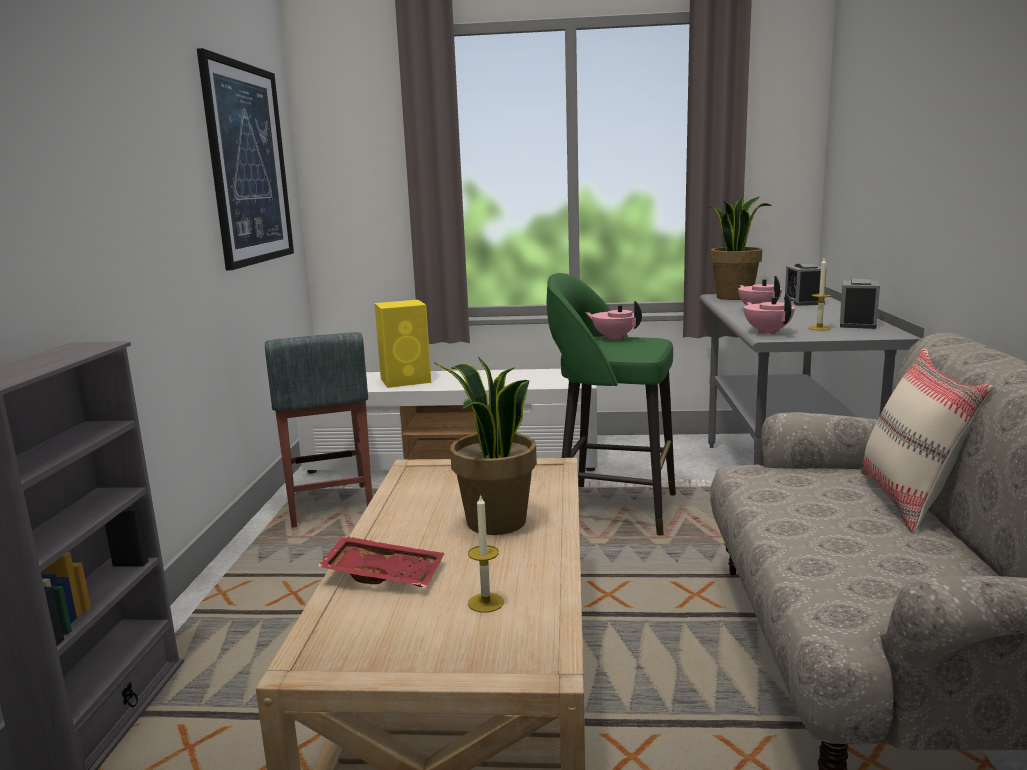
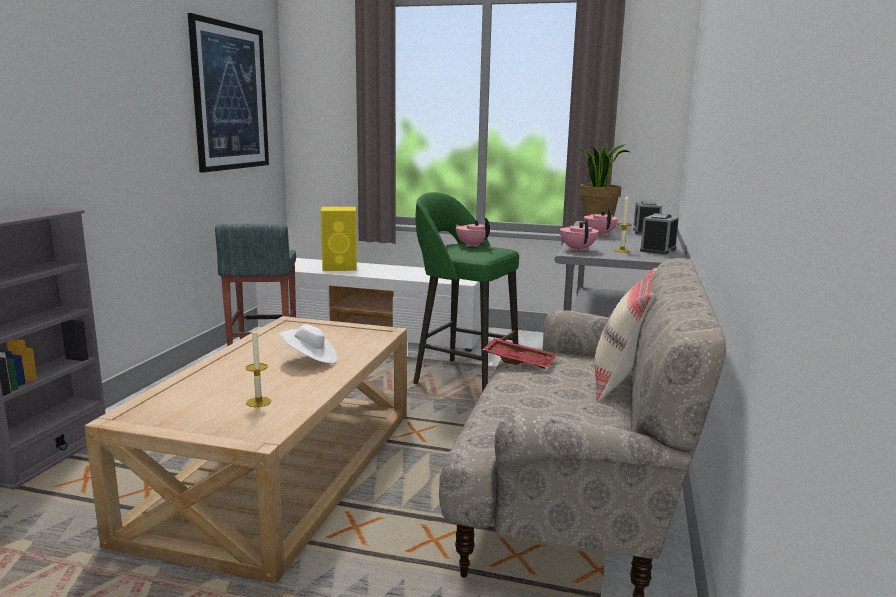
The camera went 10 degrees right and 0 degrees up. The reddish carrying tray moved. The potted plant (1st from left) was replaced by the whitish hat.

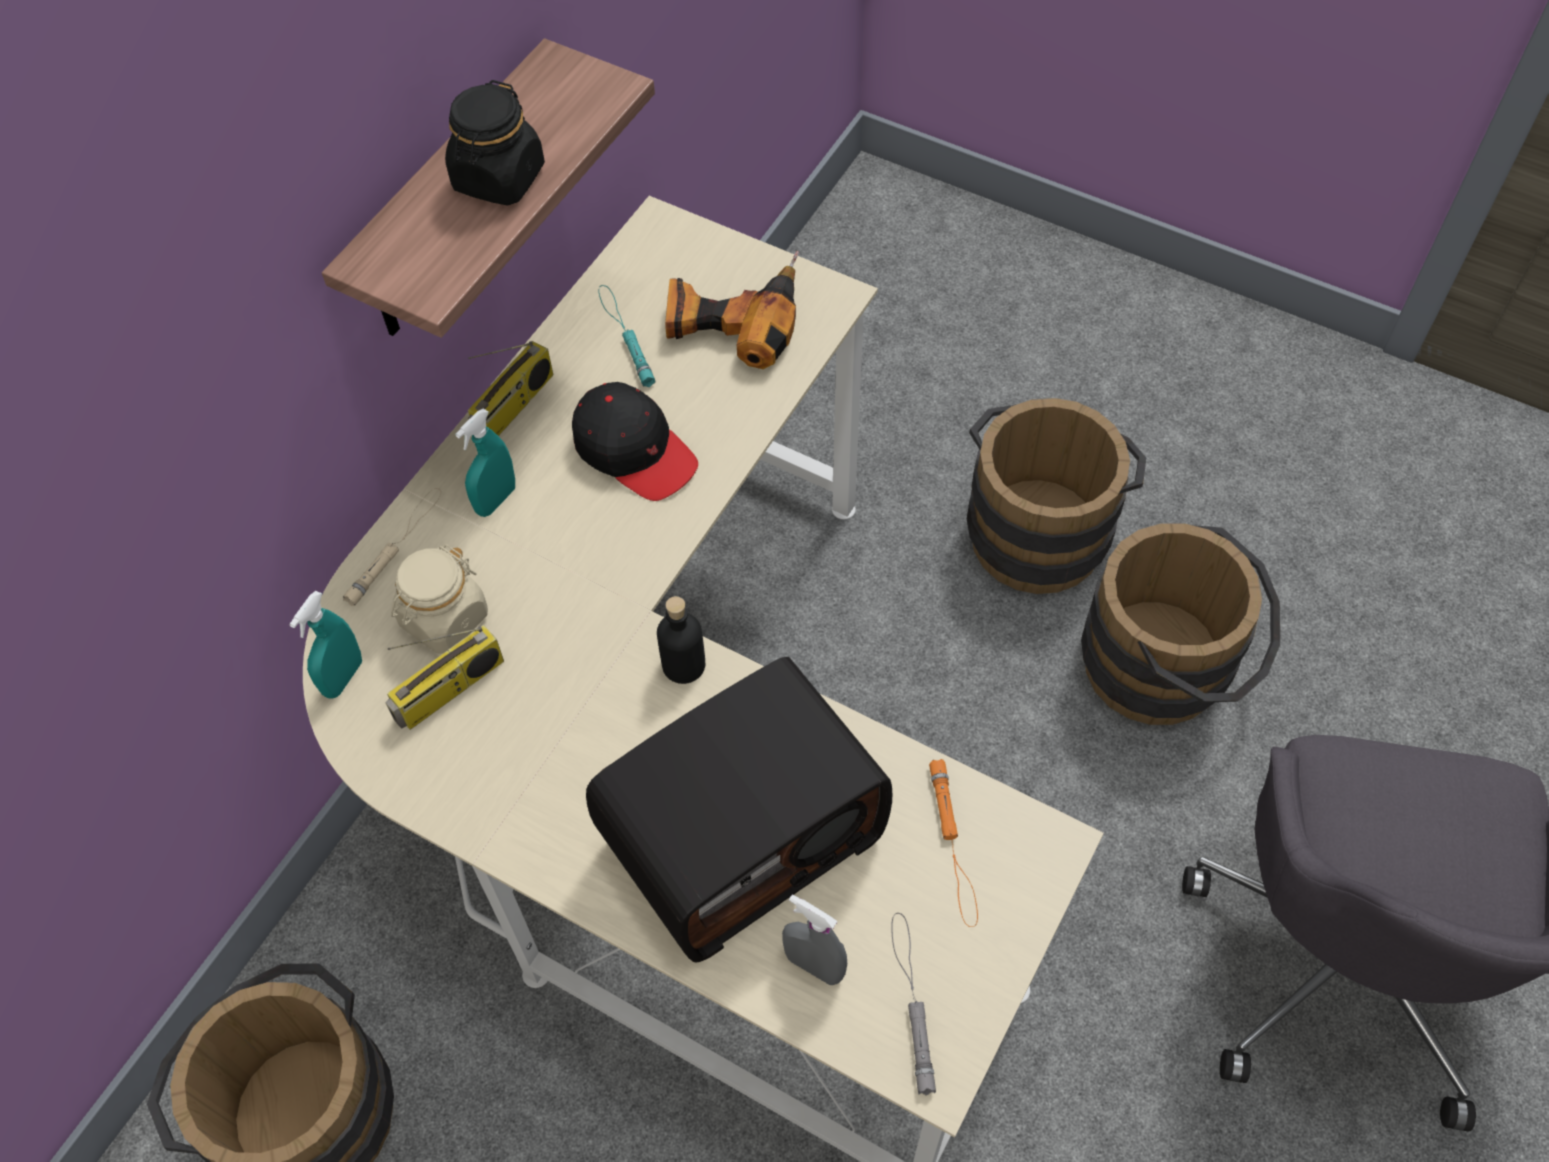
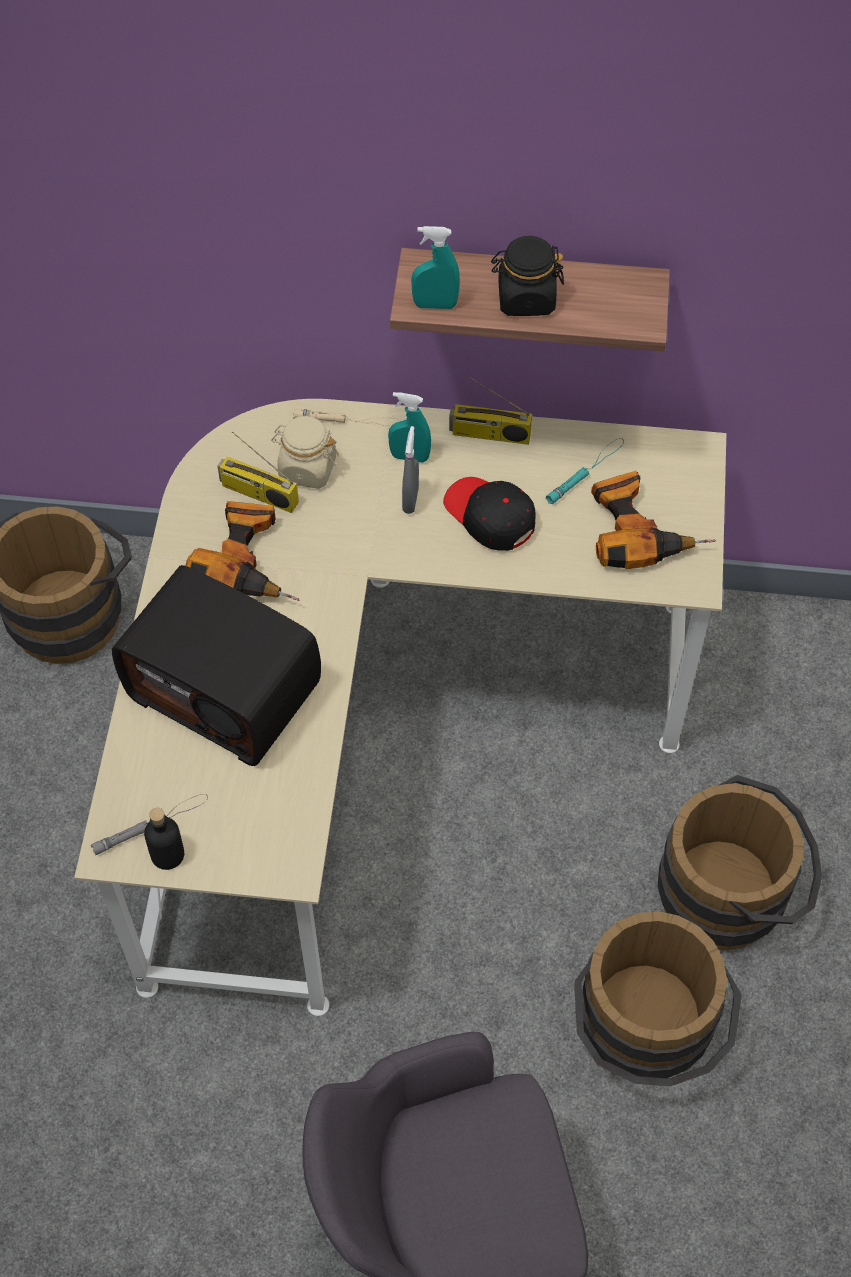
The camera went 65 degrees right and 0 degrees up. The turquoise spray bottle (1st from left in the first image) moved. The blackish baseball cap turned 120 degrees clockwise. The blackish drink bottle moved. The gray spray bottle moved. The orange hand torch disappeared. The power drill (1st from left) appeared.

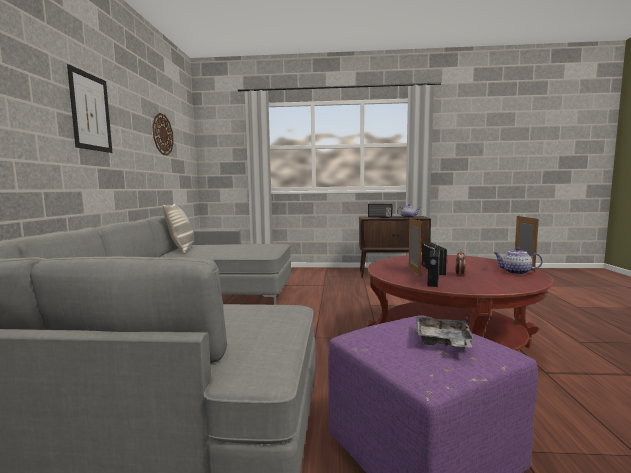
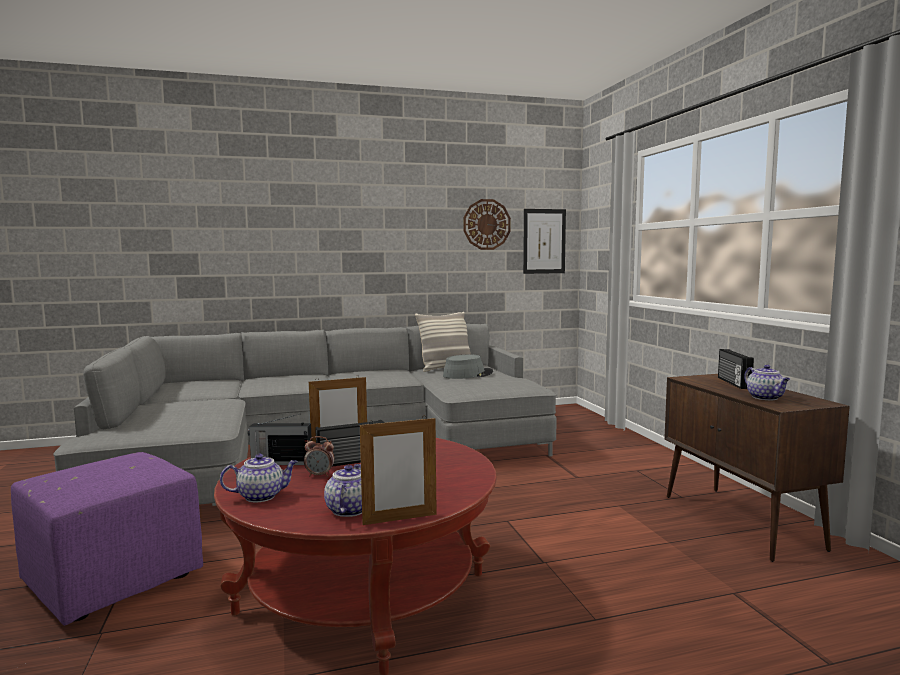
The camera went 70 degrees right and 0 degrees up. The wall picture moved. The gray carrying tray disappeared. The teapot (1st from left) appeared. The gray hat appeared.

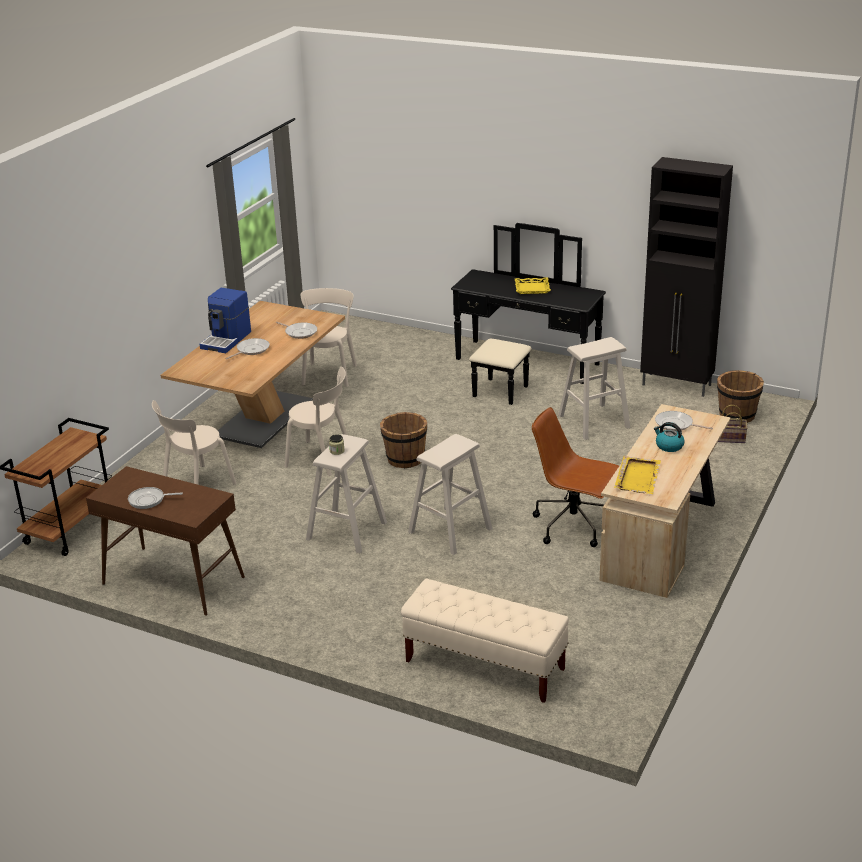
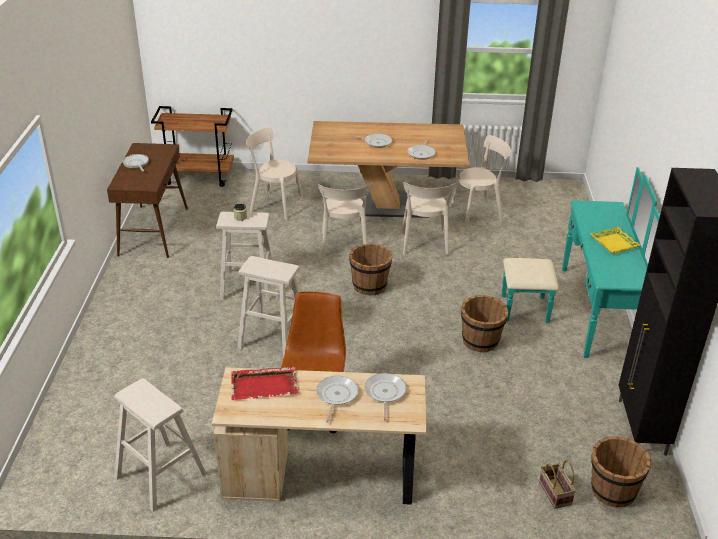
The camera went 65 degrees right and 5 degrees up. The coffee maker disappeared. The sand-coloured long seat disappeared. The blackish drawer chest became the turquoise drawer chest. The sand-coloured sitting stool (3rd from left in the first image) moved. The yellow-coloured carrying tray (2nd from left) became the reddish carrying tray. The tea kettle was replaced by the skillet (2nd from left). The sand-coloured chair (3rd from left) appeared. The brown-coloured bucket (2nd from left) appeared.

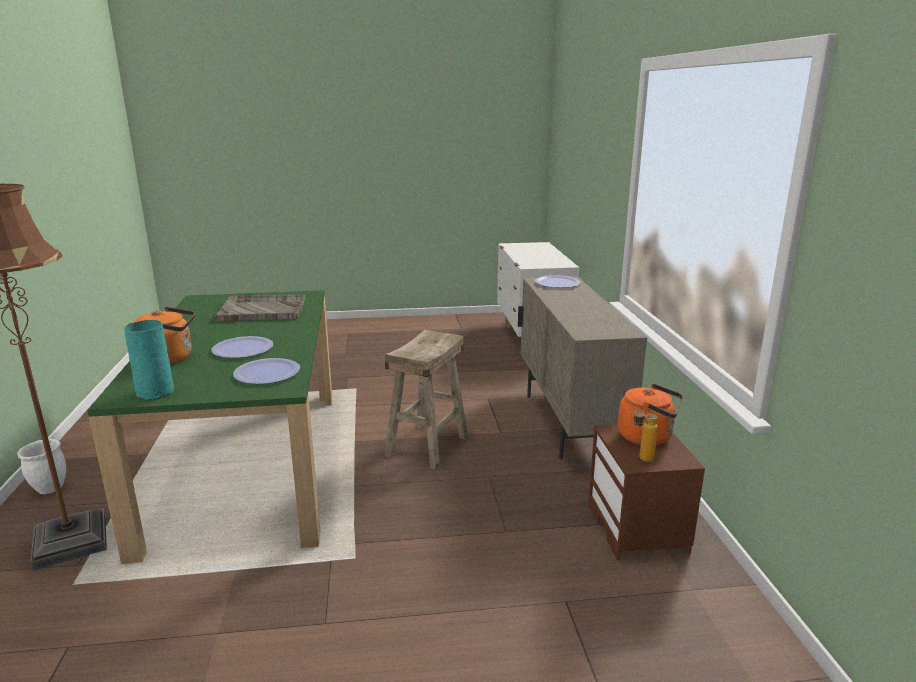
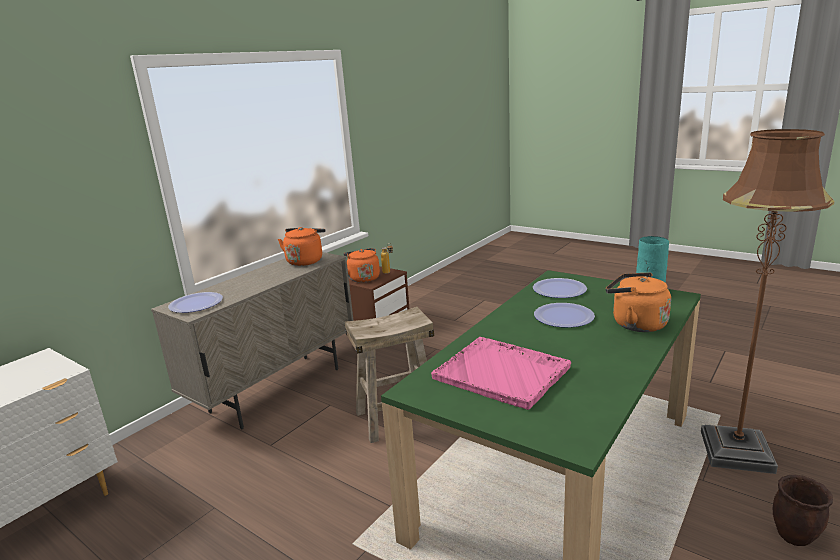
The camera went 135 degrees left and 0 degrees up. The whitish planter became the brown-coloured planter. The gray carrying tray became the pink-coloured carrying tray. The orange tea kettle (1st from left) appeared.

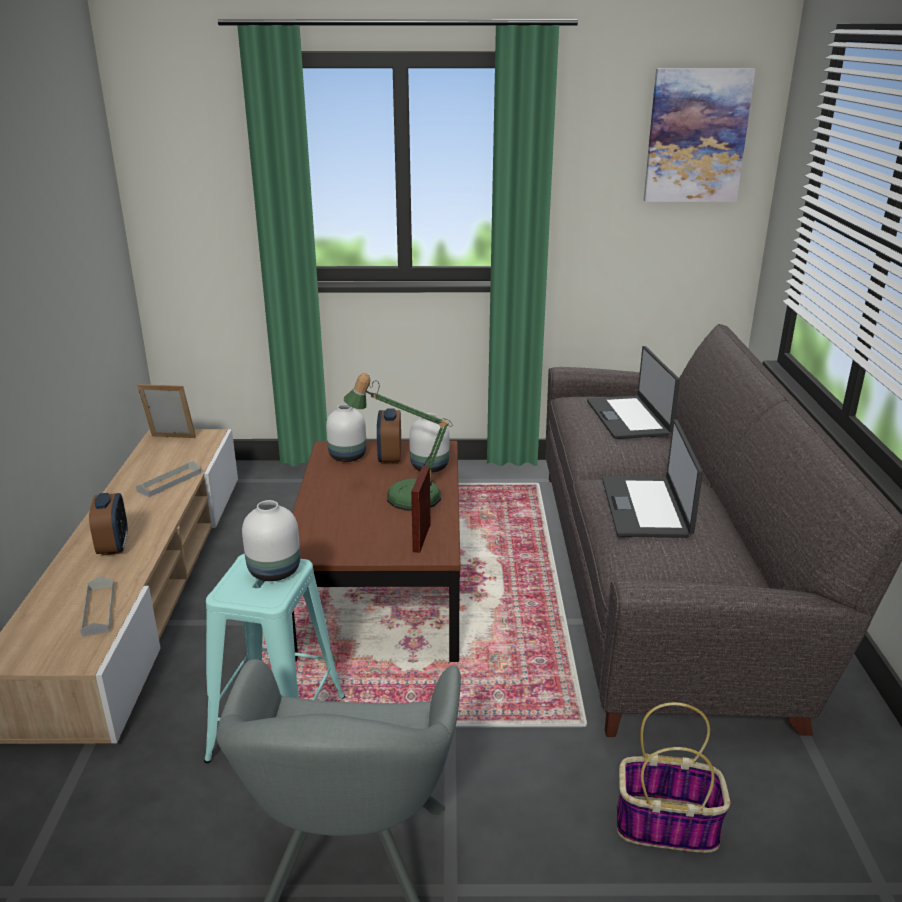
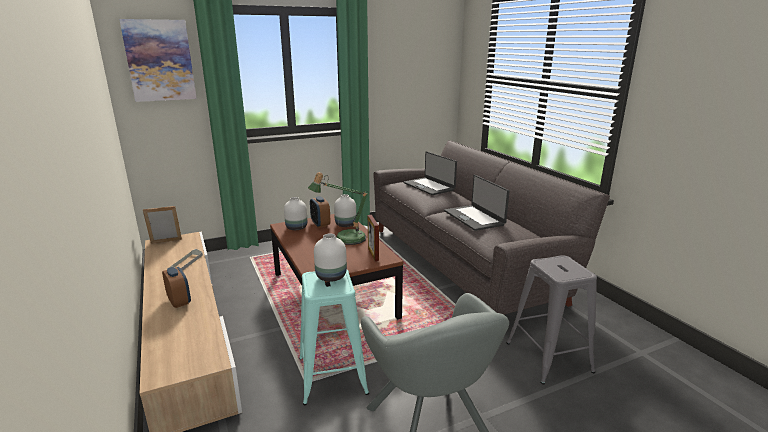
The camera went 25 degrees left and 5 degrees down. The gray carrying tray (1st from left) disappeared. The basket was replaced by the gray sitting stool. The wall picture moved.

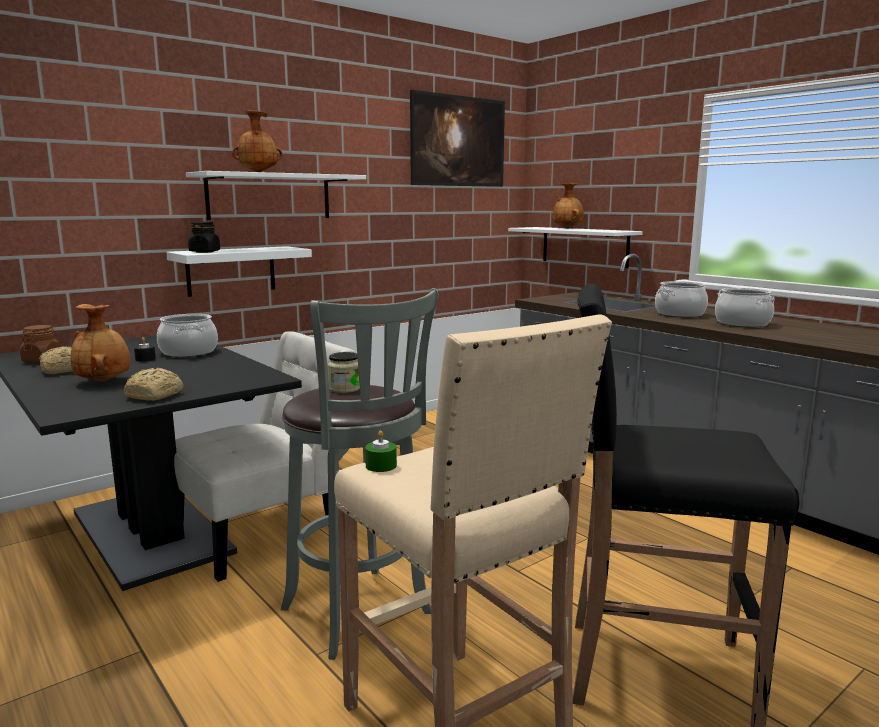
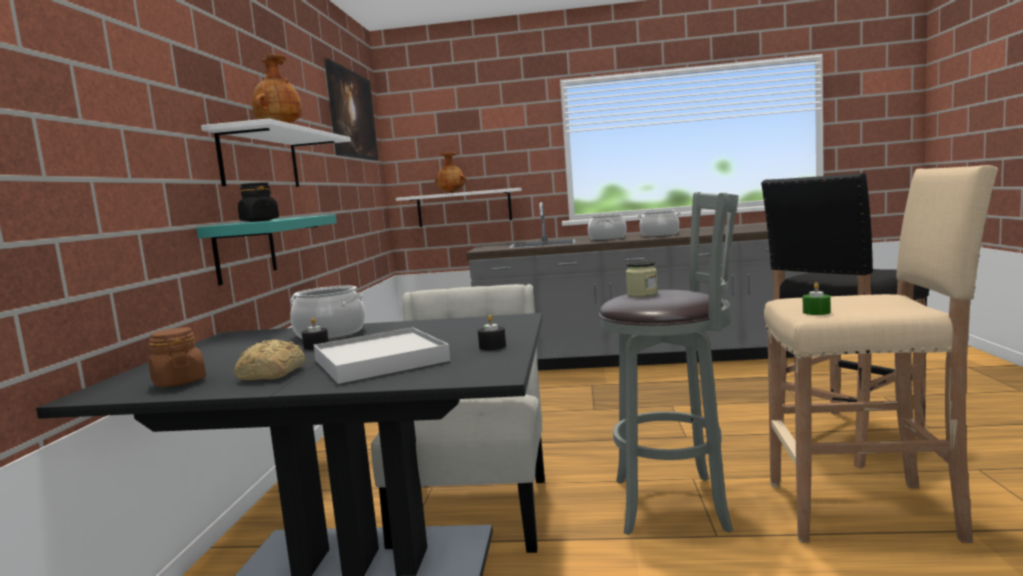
The camera went 45 degrees left and 5 degrees down. The brown-coloured decorative vase (1st from left) was replaced by the whitish carrying tray. The bakery bread (2nd from left) was replaced by the blackish wax light (2nd from left). The whitish bracket shelf (1st from left) became the turquoise bracket shelf.

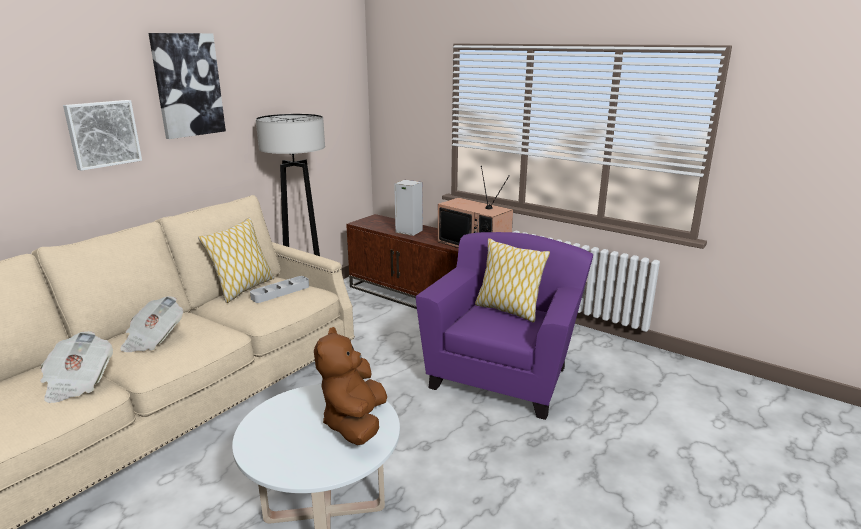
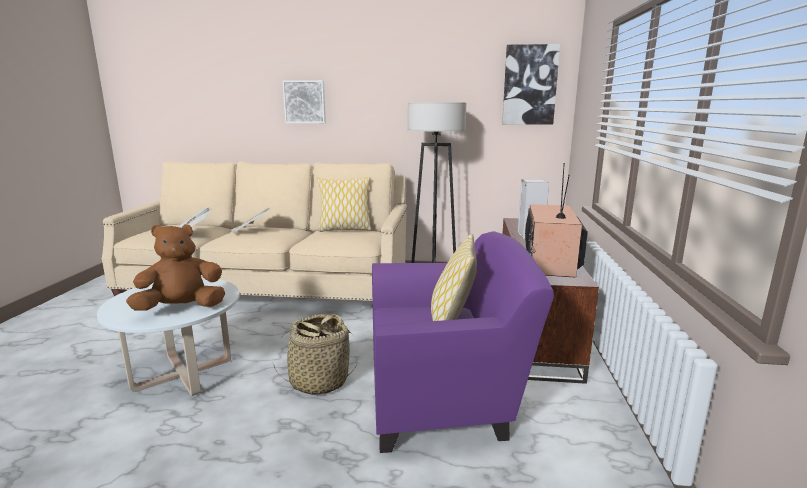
The camera went 60 degrees right and 5 degrees down. The wall picture (2nd from left) moved. The gray carrying tray disappeared. The basket appeared.

